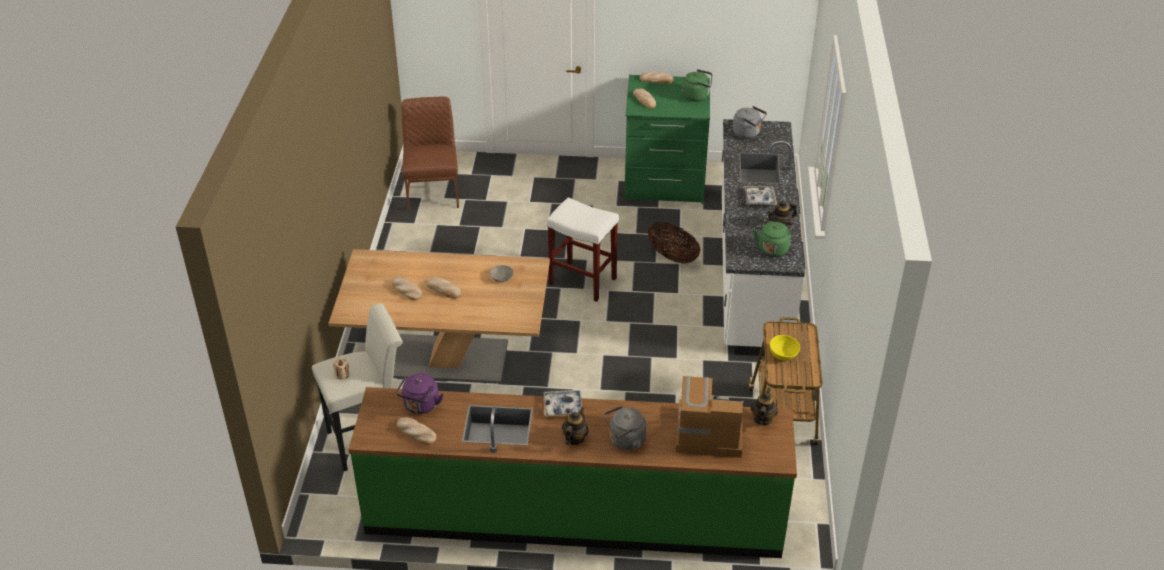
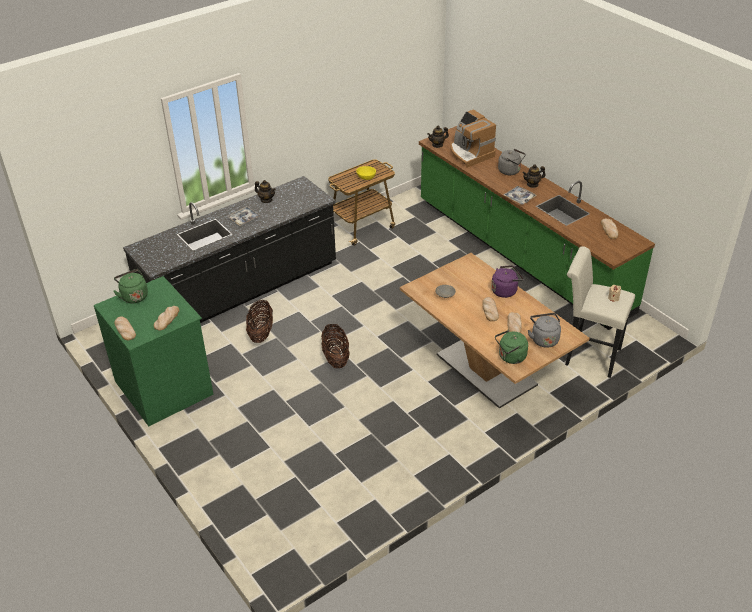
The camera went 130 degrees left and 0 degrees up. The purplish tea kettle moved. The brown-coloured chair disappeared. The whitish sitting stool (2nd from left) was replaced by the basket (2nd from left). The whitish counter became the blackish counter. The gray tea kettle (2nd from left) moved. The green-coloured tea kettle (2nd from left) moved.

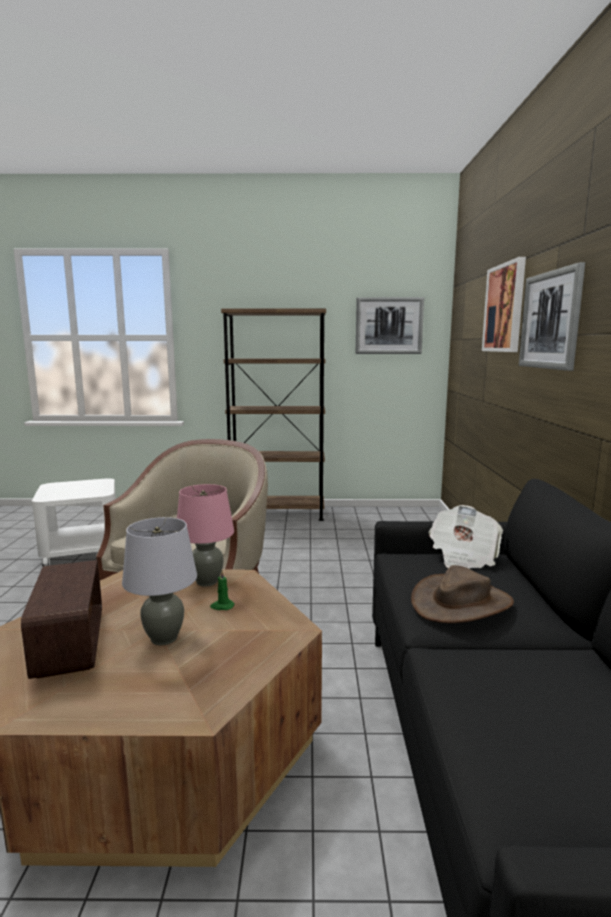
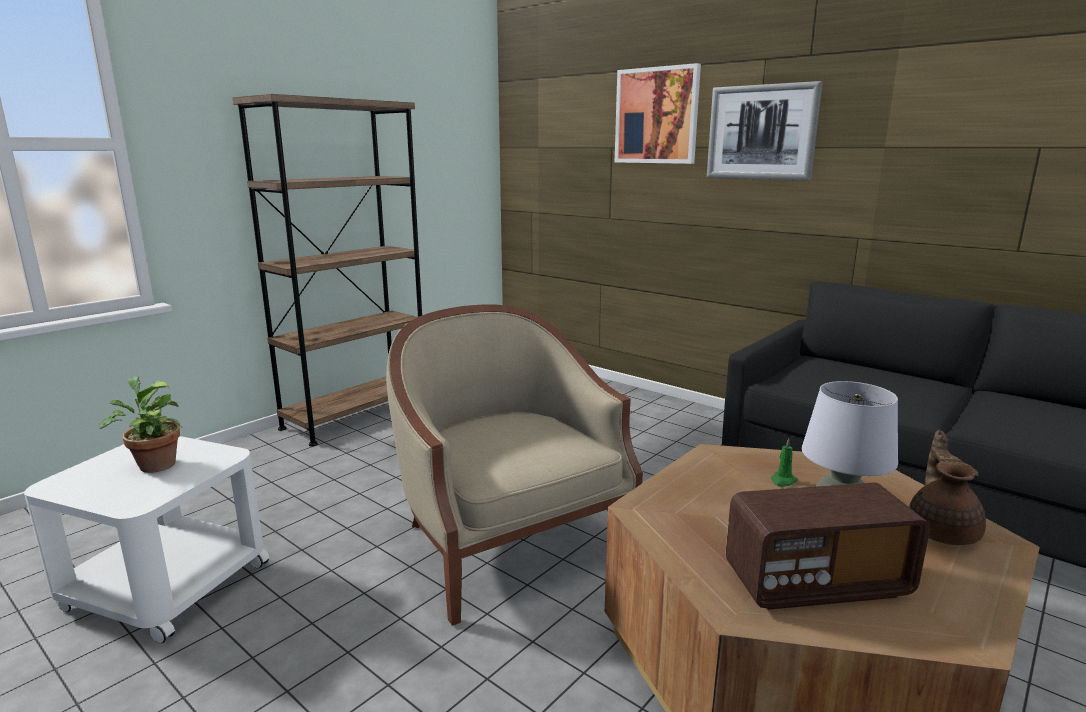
The camera went 50 degrees left and 5 degrees up. The radio set turned 150 degrees clockwise. The pink-coloured tabletop lamp disappeared. The wall picture (1st from left) disappeared. The brown-coloured hat disappeared. The newspaper disappeared. The potted plant appeared. The brown-coloured teapot appeared.

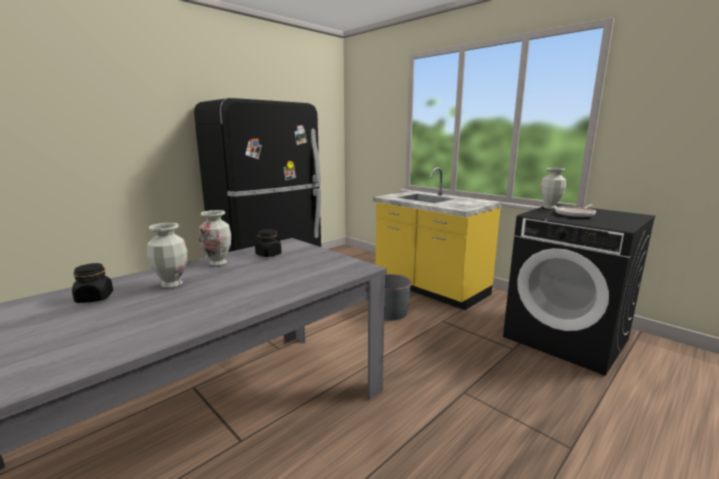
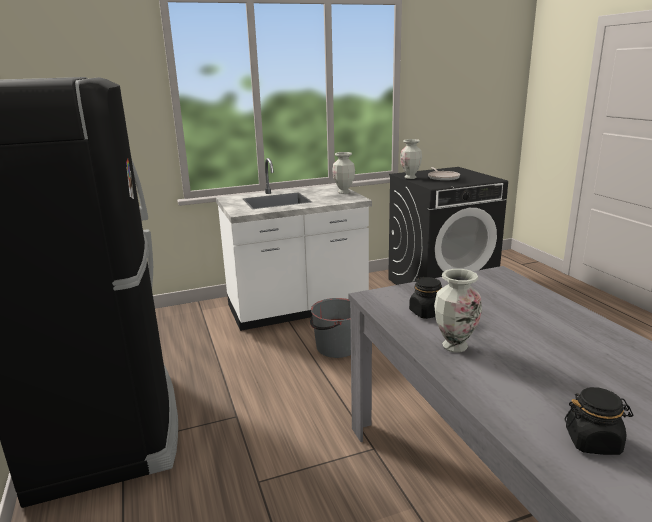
The camera went 65 degrees left and 5 degrees up. The decorative vase (1st from left) moved. The yellow-coloured counter became the whitish counter.

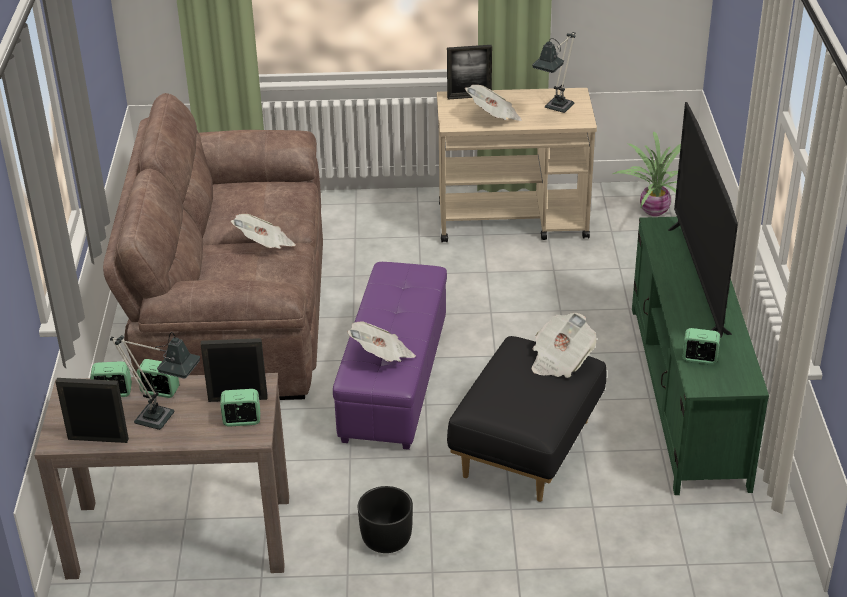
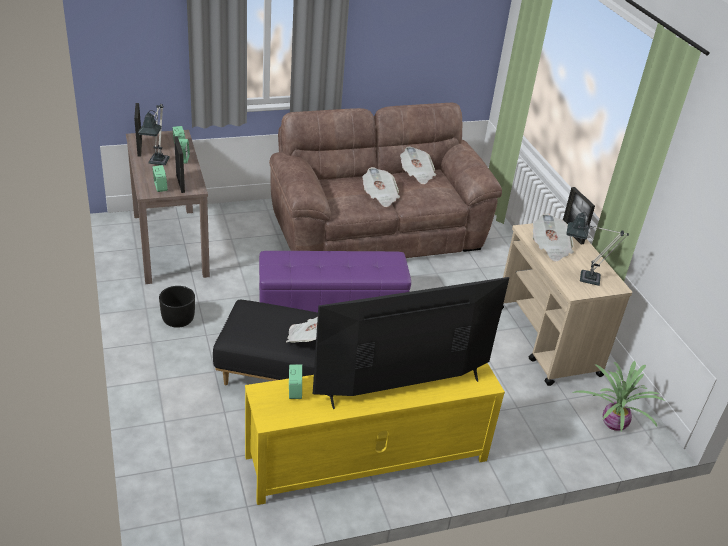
The camera went 70 degrees right and 0 degrees up. The newspaper (2nd from left in the first image) moved. The green-coloured tv unit became the yellow-coloured tv unit.

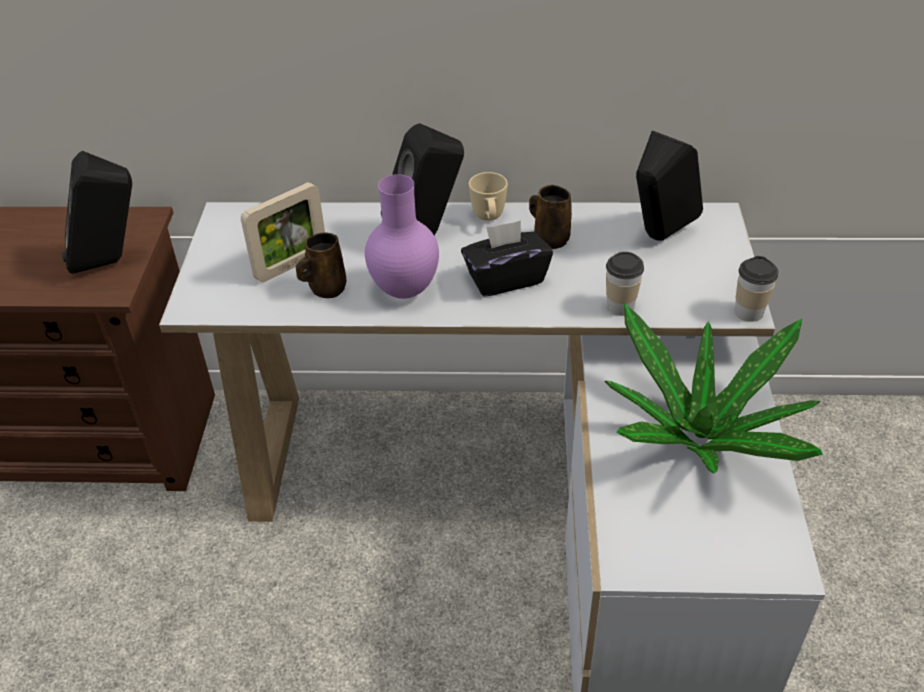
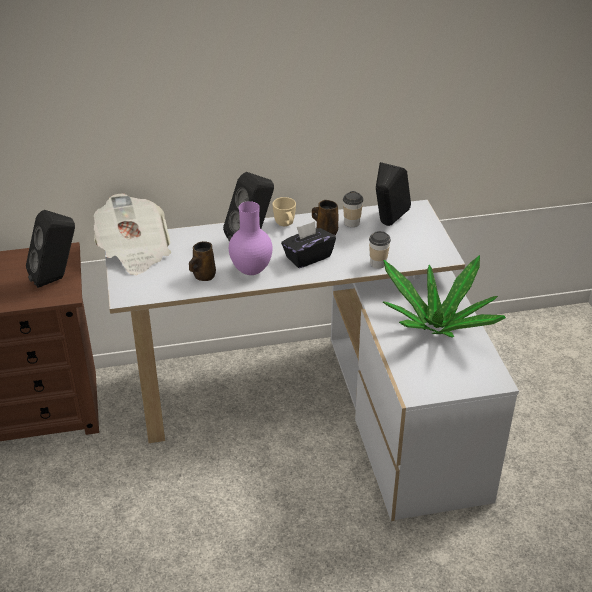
The camera went 15 degrees left and 5 degrees down. The picture frame disappeared. The cup (2nd from left in the first image) moved. The newspaper appeared.

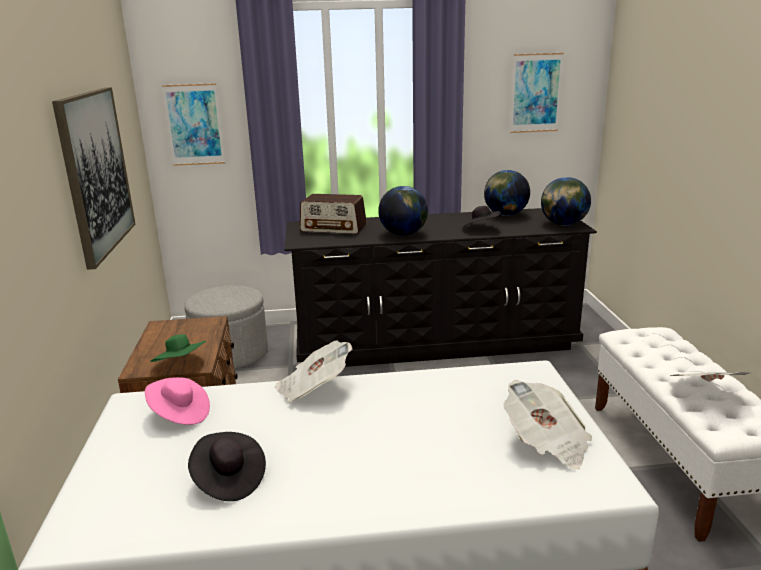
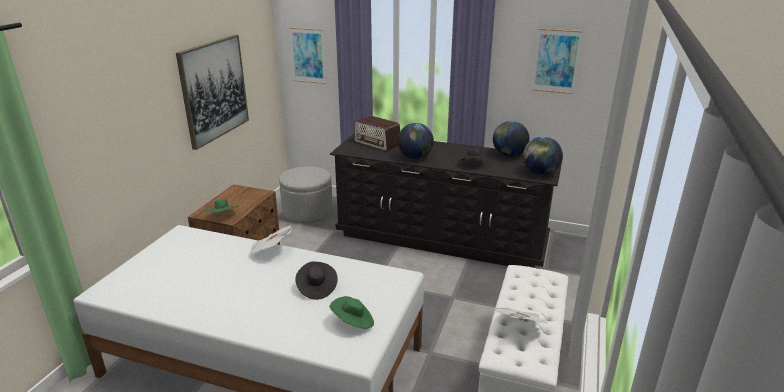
The camera went 25 degrees right and 5 degrees up. The pink-coloured hat disappeared. The blackish hat (1st from left) moved. The newspaper (2nd from left) was replaced by the green-coloured hat (2nd from left).

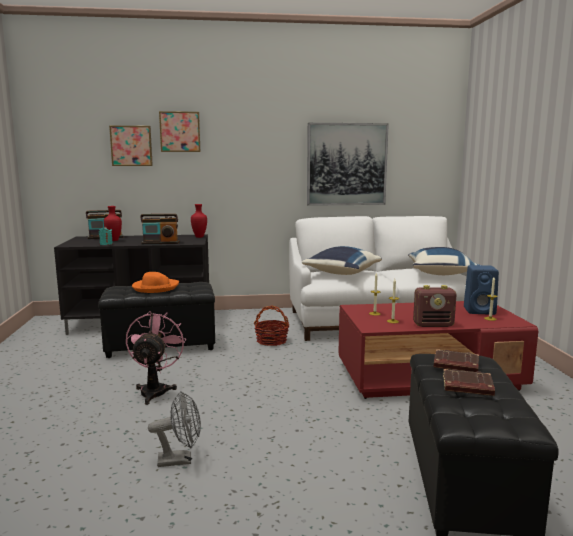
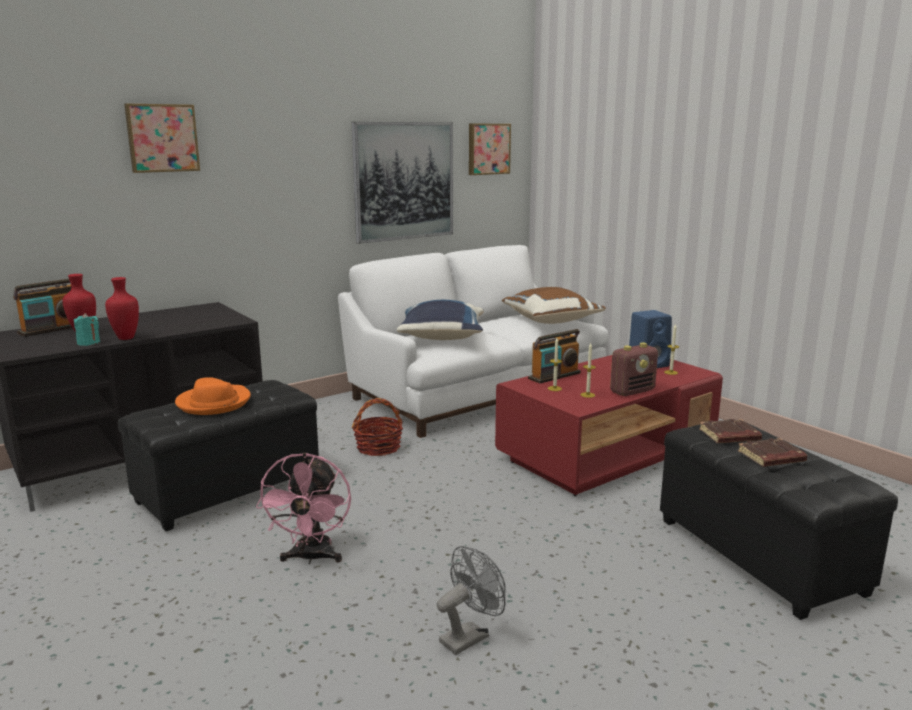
The camera went 30 degrees left and 5 degrees up. The wall picture (1st from left in the first image) moved. The pink-coloured fan turned 150 degrees counterclockwise. The radio set (2nd from left) moved. The reddish decorative vase (2nd from left) moved. The blue-coloured pillow (2nd from left) became the brown-coloured pillow.

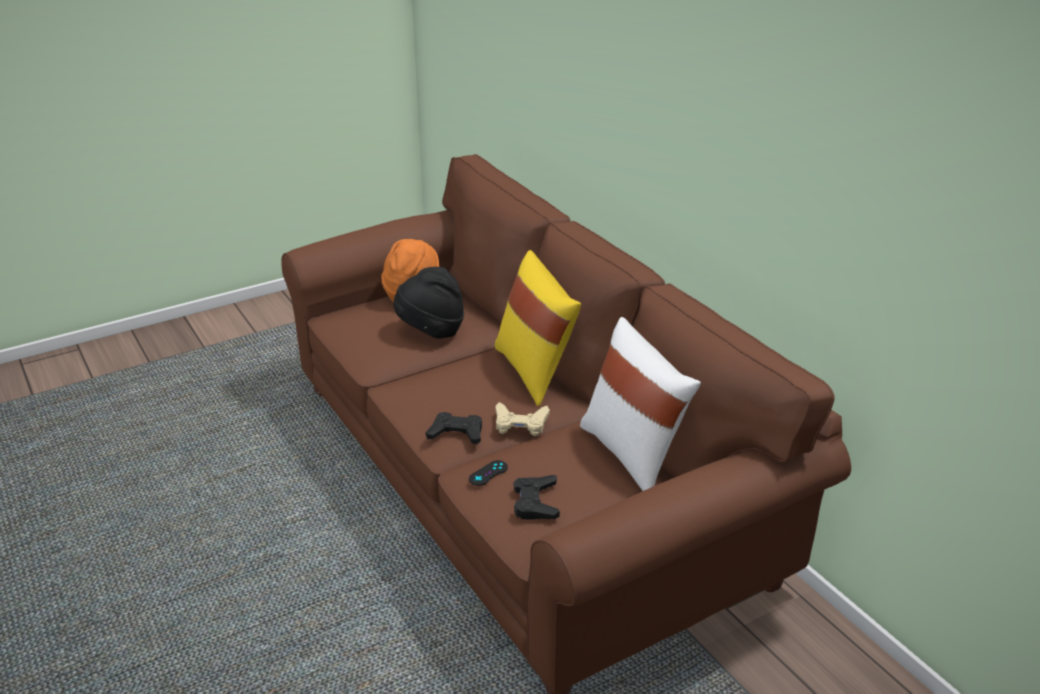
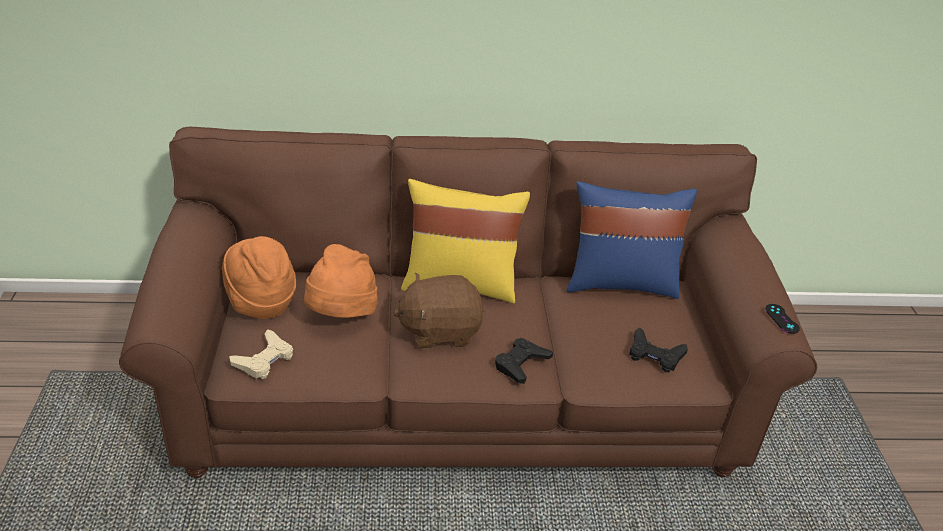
The camera went 65 degrees left and 5 degrees up. The blackish hat became the orange hat (2nd from left). The blackish joypad (2nd from left in the first image) moved. The sand-coloured joypad moved. The whitish pillow became the blue-coloured pillow. The brown-coloured cuddly toy appeared.

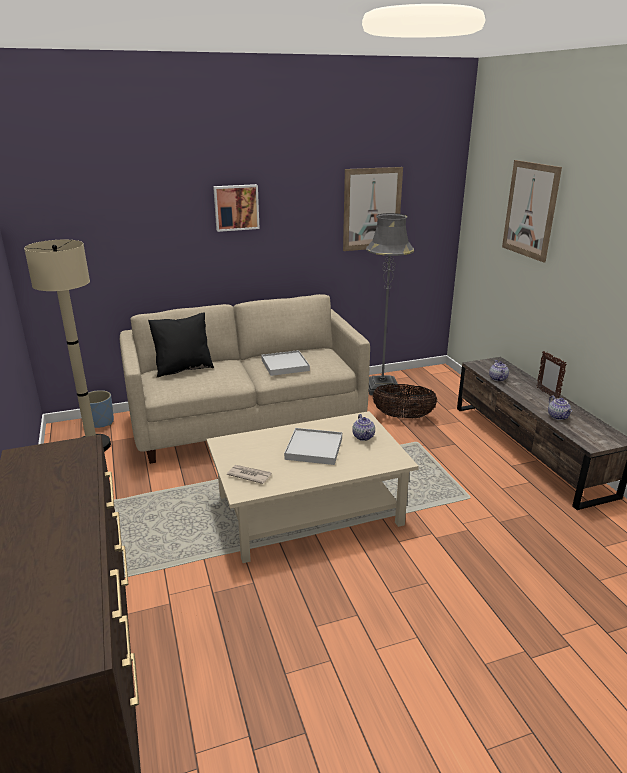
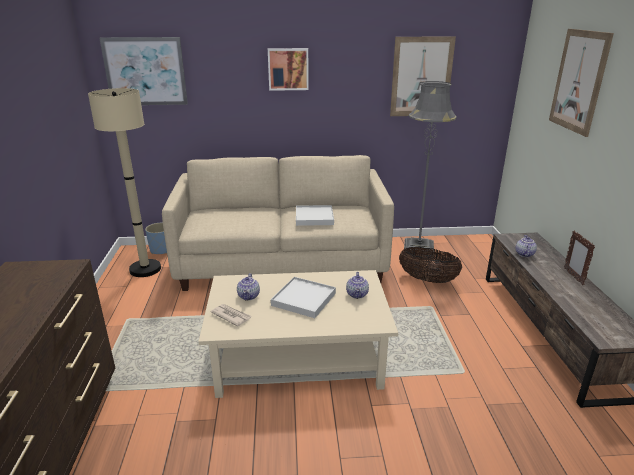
The camera went 15 degrees right and 0 degrees up. The blackish pillow disappeared. The teapot (3rd from left in the first image) moved. The wall picture (1st from left) appeared.

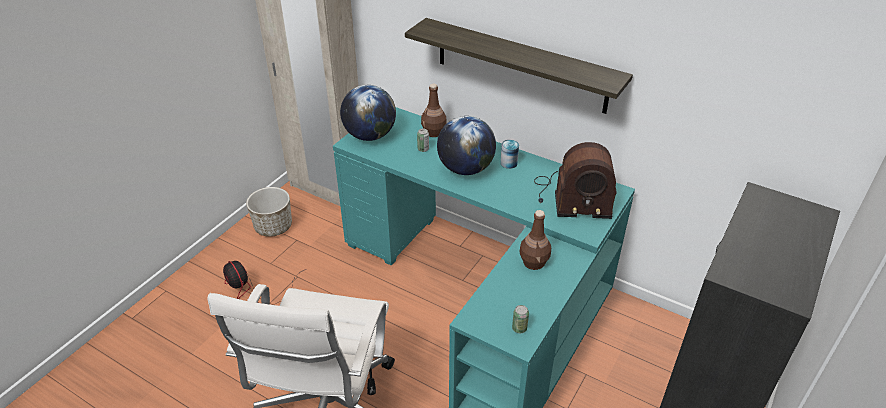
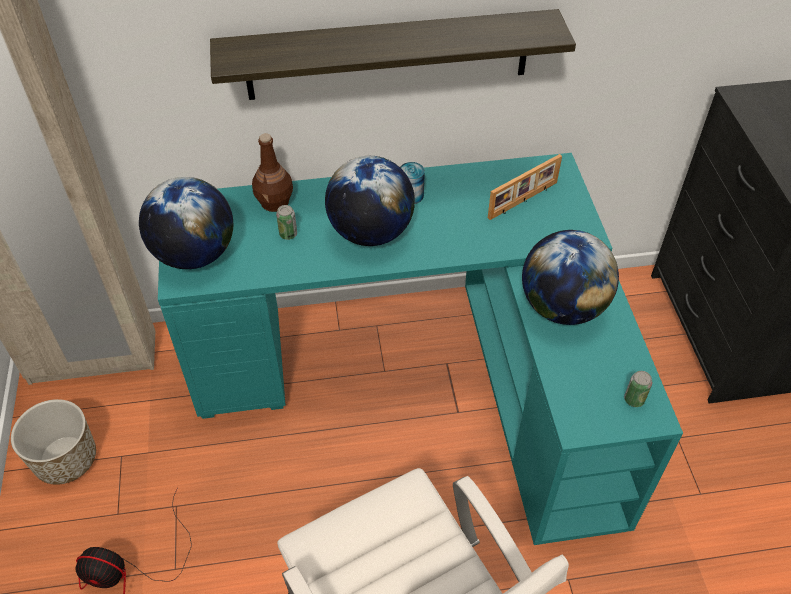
The camera went 40 degrees left and 10 degrees up. The brown-coloured drink bottle (2nd from left) was replaced by the world globe (3rd from left). The radio set was replaced by the picture frame.

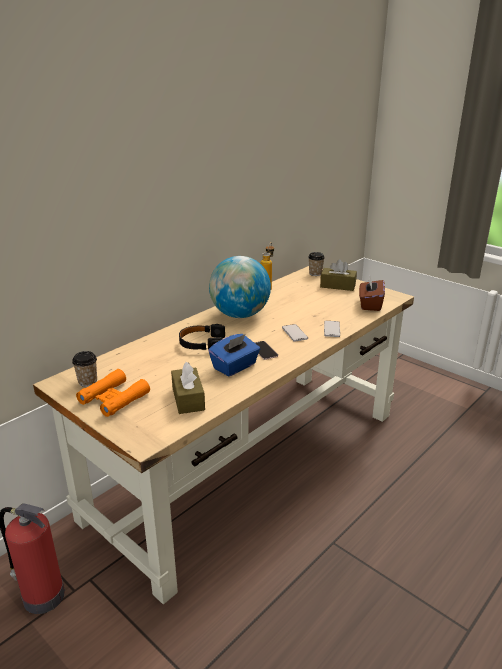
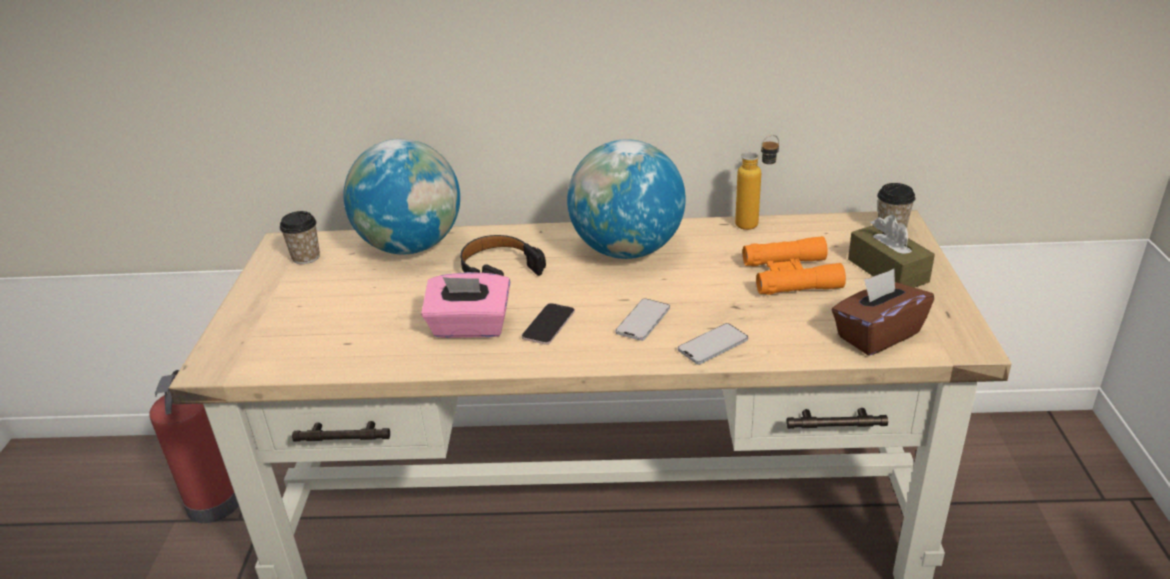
The camera went 50 degrees right and 5 degrees up. The orange field glasses moved. The brown-coloured tissue holder (1st from left) disappeared. The blue-coloured tissue holder became the pink-coloured tissue holder. The world globe (1st from left) appeared.

